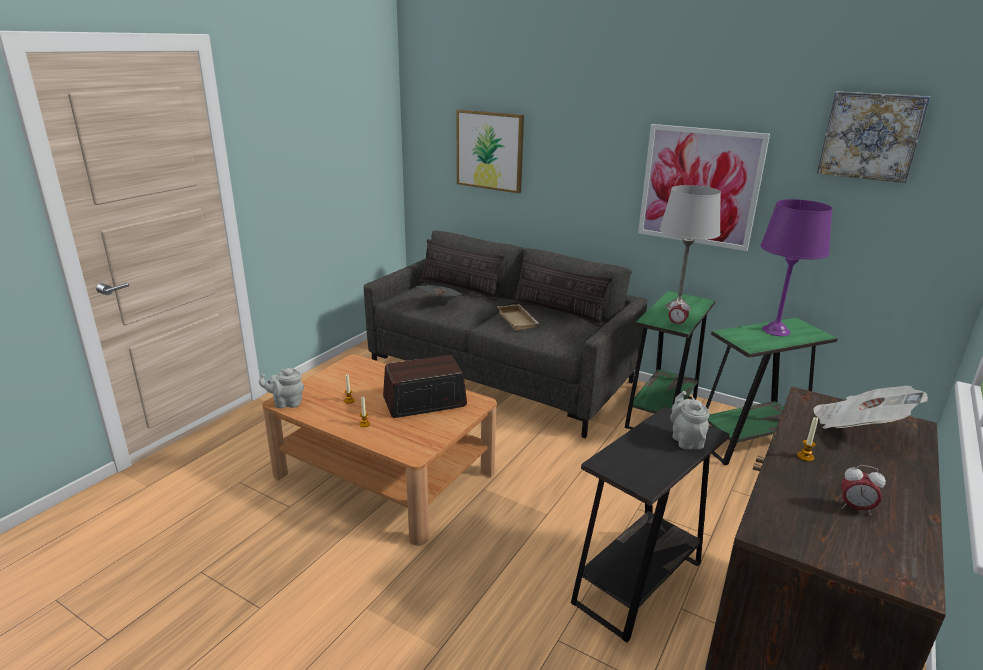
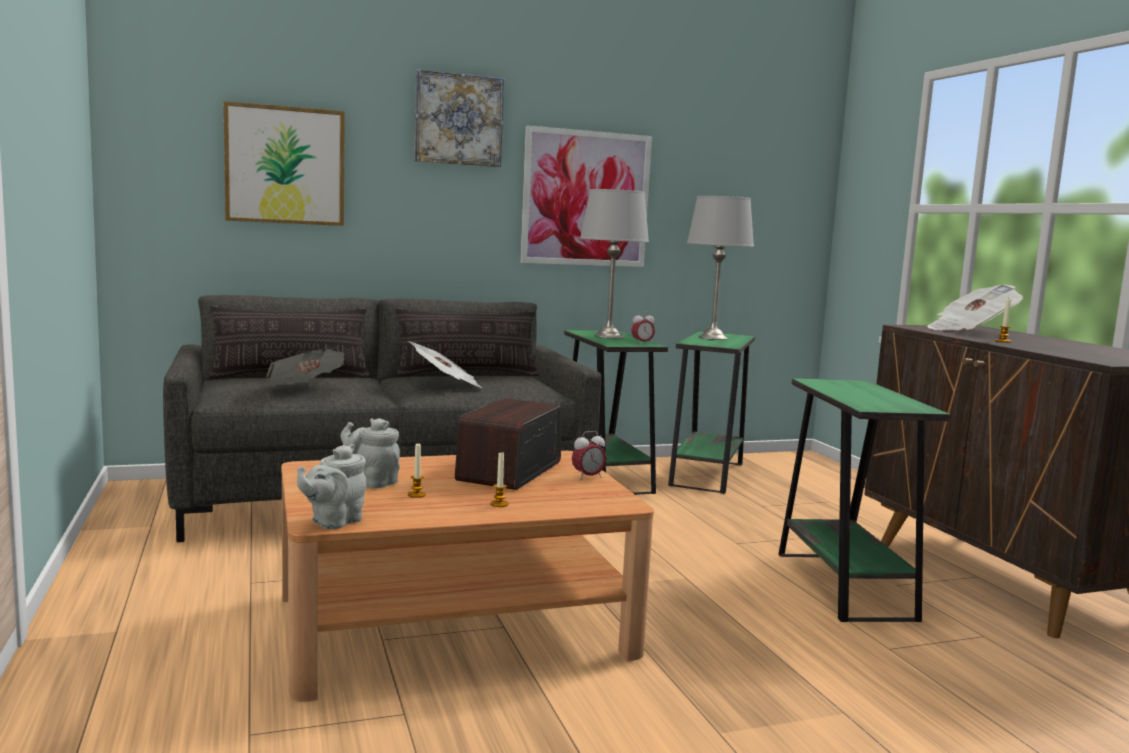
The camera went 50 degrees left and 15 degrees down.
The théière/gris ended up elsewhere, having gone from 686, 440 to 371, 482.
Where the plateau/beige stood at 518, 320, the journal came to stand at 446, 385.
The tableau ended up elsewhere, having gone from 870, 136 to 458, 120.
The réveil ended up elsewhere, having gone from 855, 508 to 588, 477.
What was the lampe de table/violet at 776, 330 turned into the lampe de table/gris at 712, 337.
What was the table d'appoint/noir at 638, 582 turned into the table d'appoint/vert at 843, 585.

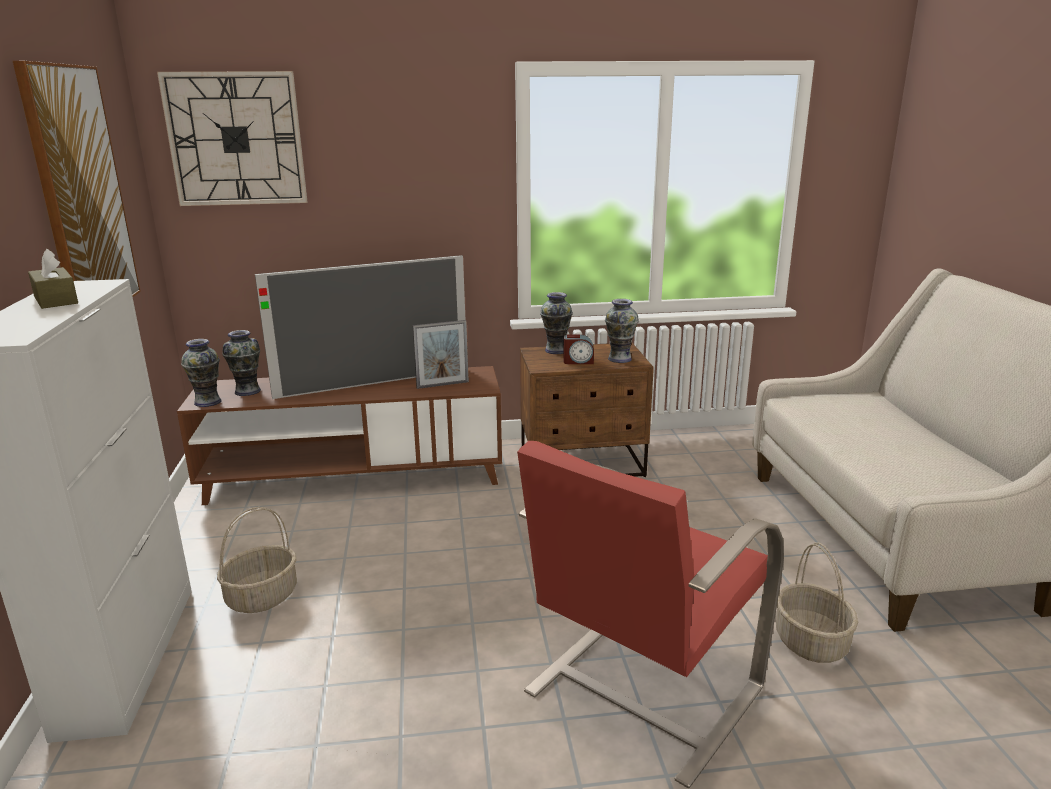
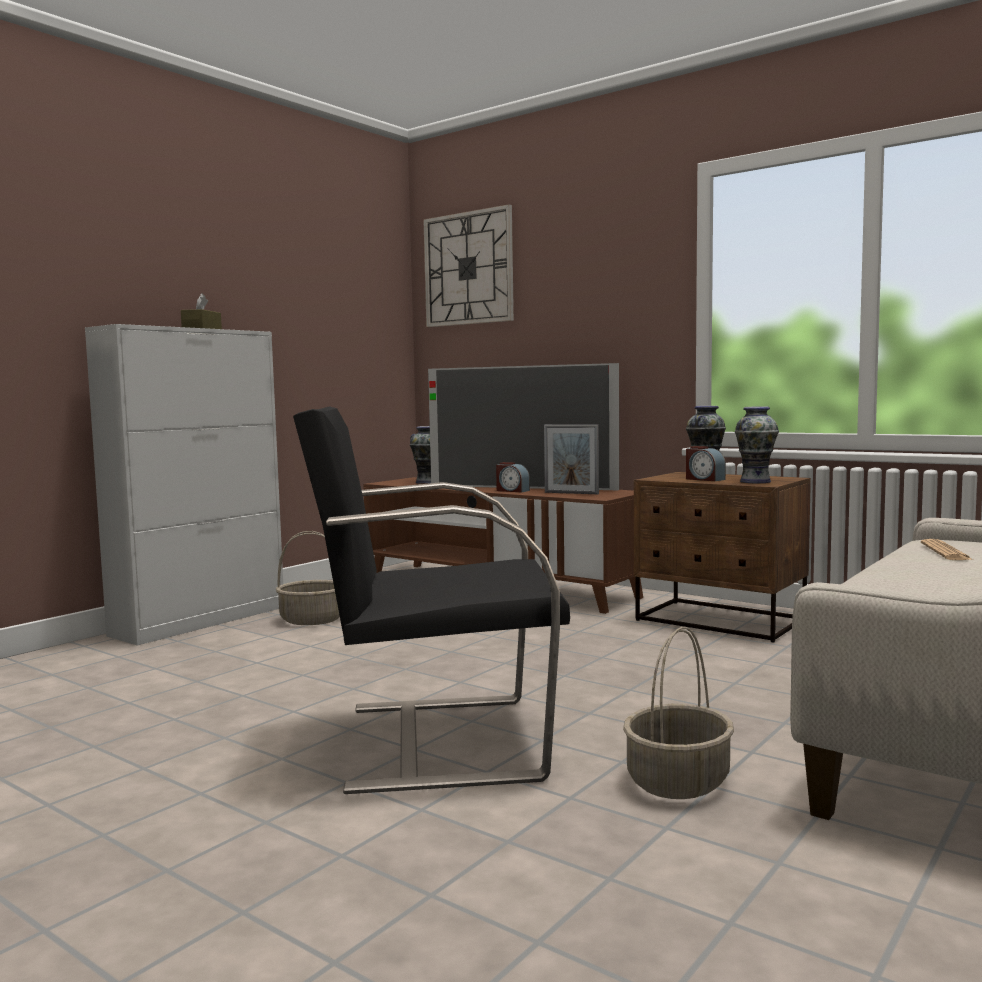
The camera went 45 degrees right and 15 degrees down.
What was the fauteuil/rouge at 641, 691 turned into the fauteuil/noir at 438, 741.
The second view gained the réveil at 512, 490.
The second view gained the journal at 945, 552.
The second view lost the tableau at 81, 194.
The second view lost the vase at 208, 402.

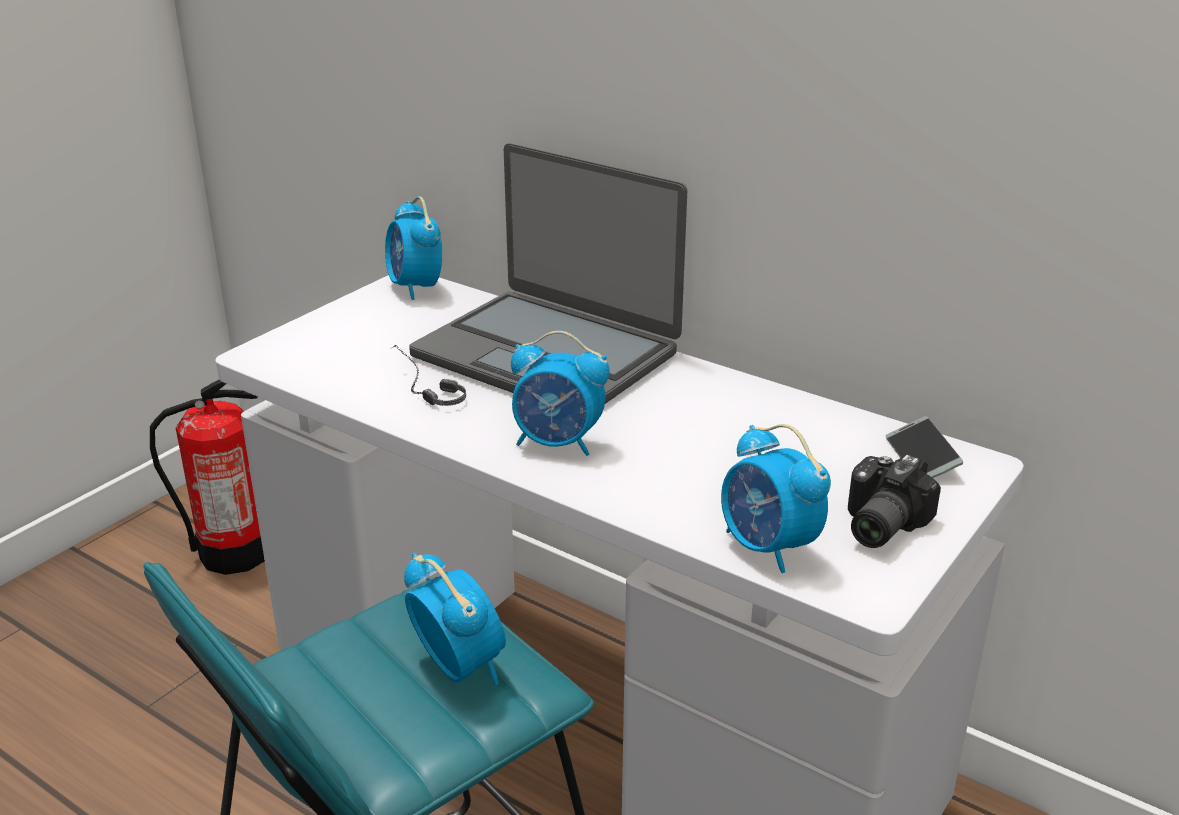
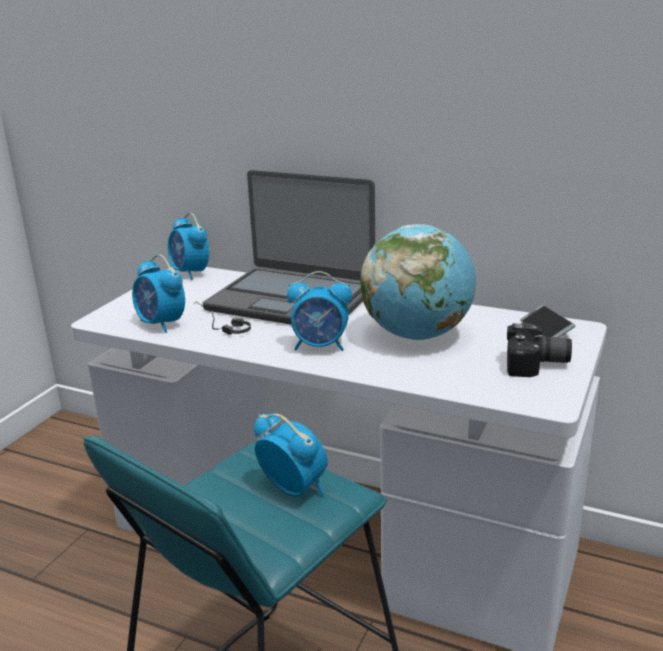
The camera went 10 degrees left and 5 degrees down.
The réveil ended up elsewhere, having gone from 768, 547 to 161, 324.
The second view gained the globe at 417, 335.
The appareil photo at 877, 524 ended up facing another way, 105 degrees counterclockwise from before.
The second view lost the extincteur at 234, 553.

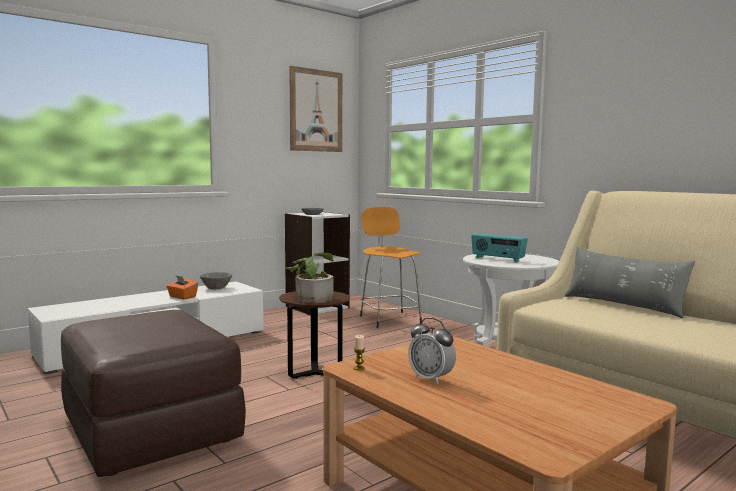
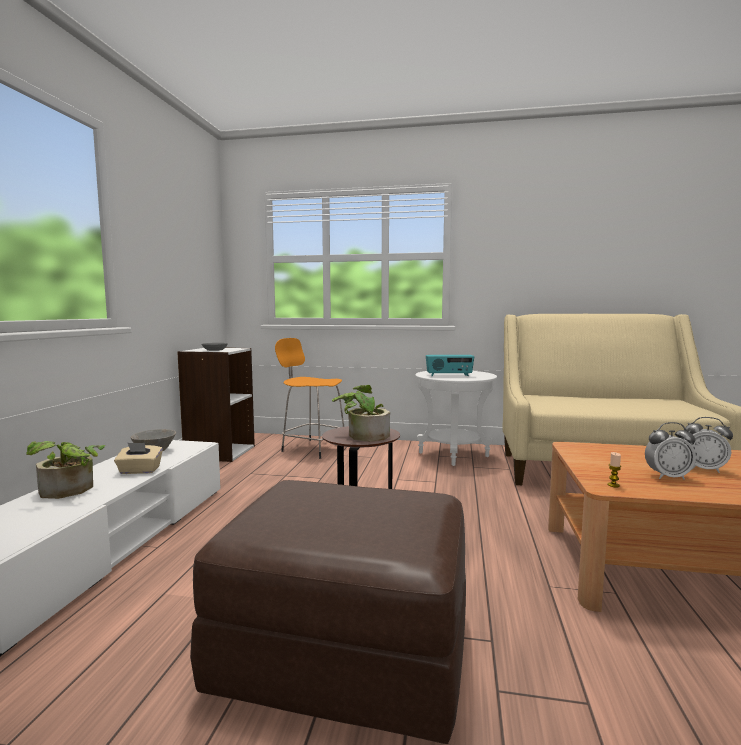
The camera went 40 degrees left and 0 degrees up.
The second view gained the plante en pot at 68, 491.
What was the boîte à mouchoirs/orange at 182, 297 turned into the boîte à mouchoirs/beige at 139, 471.
The second view gained the réveil at 704, 469.
The second view lost the tableau at 316, 110.
The second view lost the coussin/gris at 622, 305.

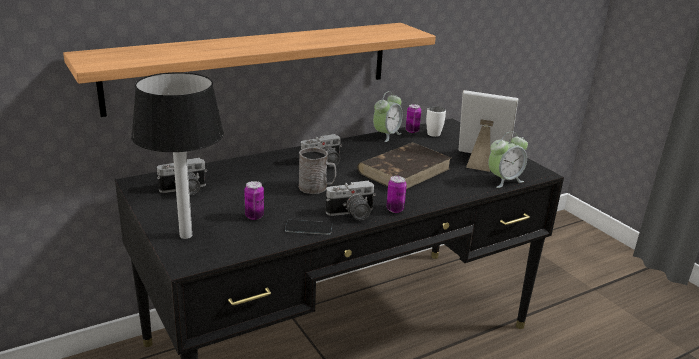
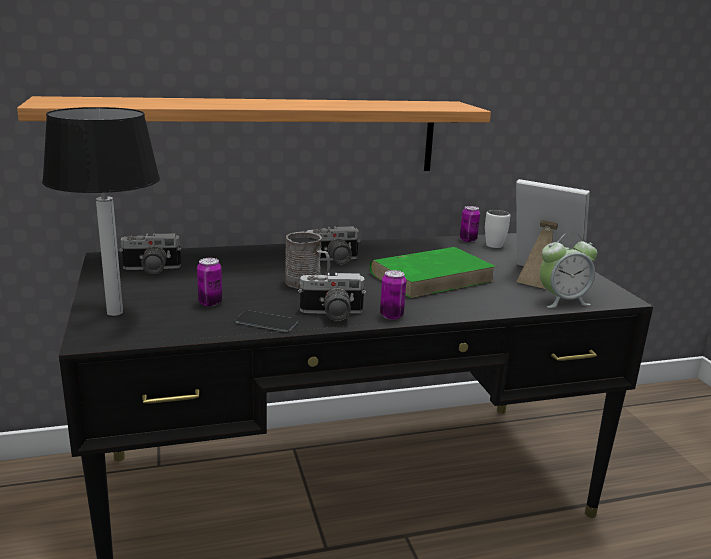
The camera went 15 degrees right and 5 degrees down.
What was the livre/marron at 404, 170 turned into the livre/vert at 432, 277.
The second view lost the réveil at 386, 135.

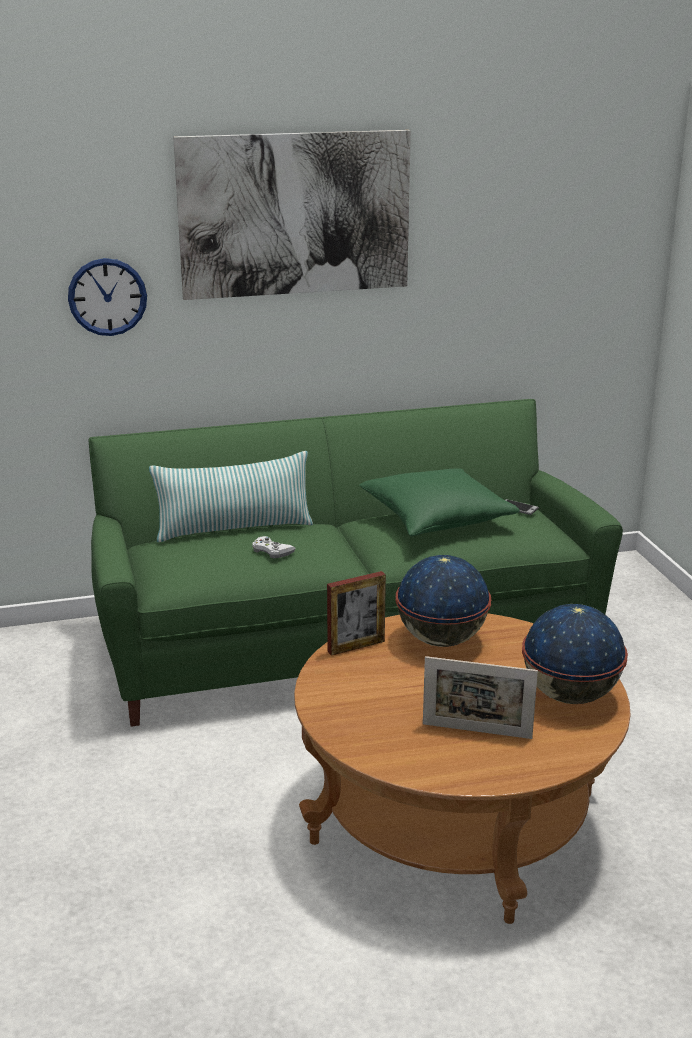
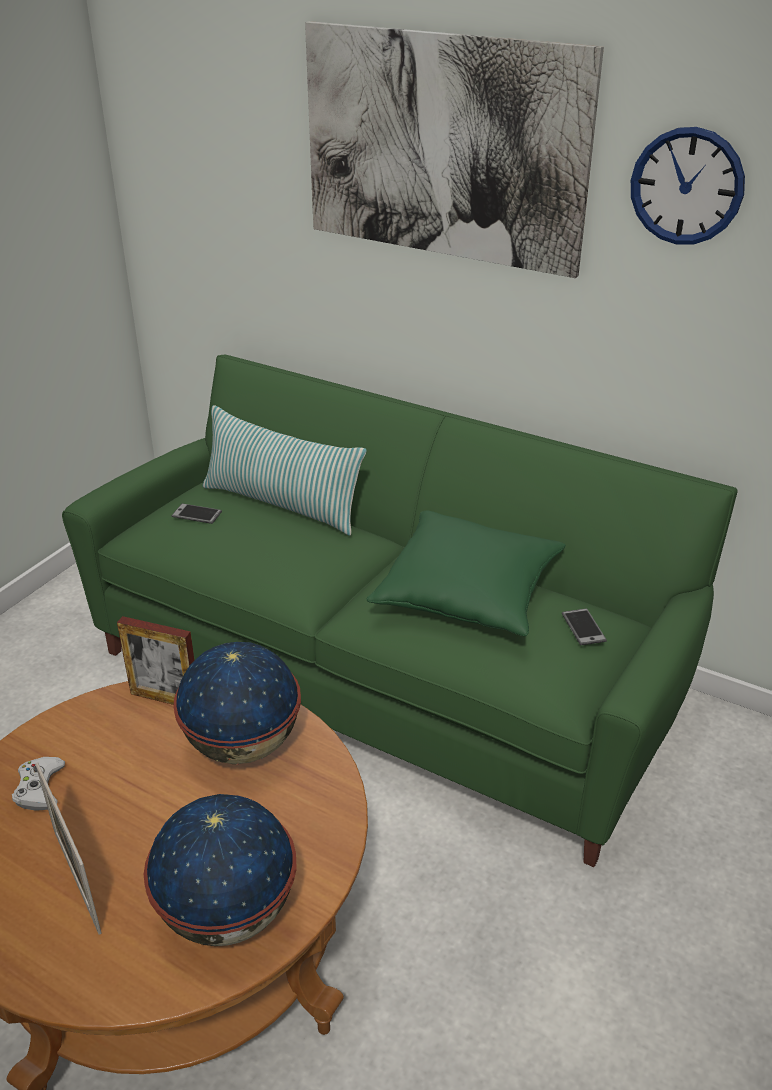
The camera went 45 degrees right and 10 degrees up.
The manette/blanc ended up elsewhere, having gone from 272, 551 to 39, 788.
The second view gained the téléphone at 197, 514.
The horloge murale ended up elsewhere, having gone from 107, 297 to 686, 186.

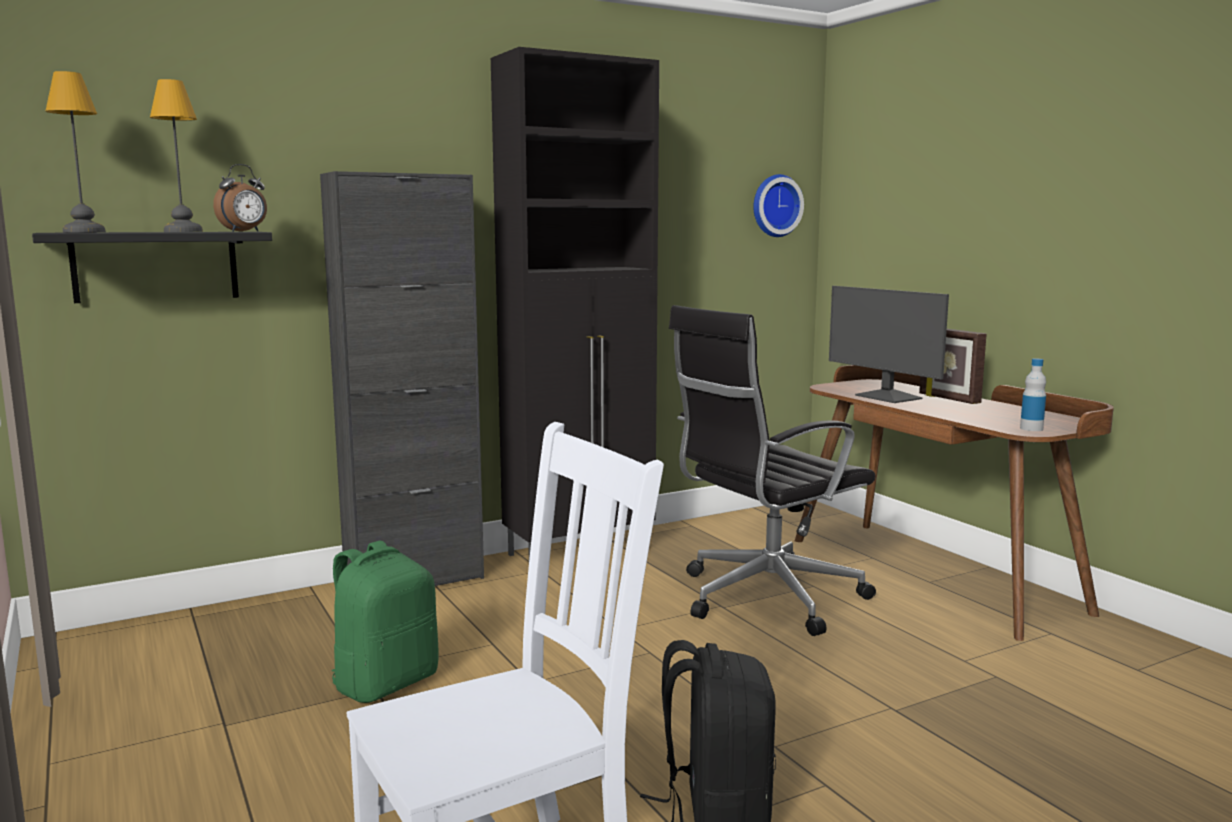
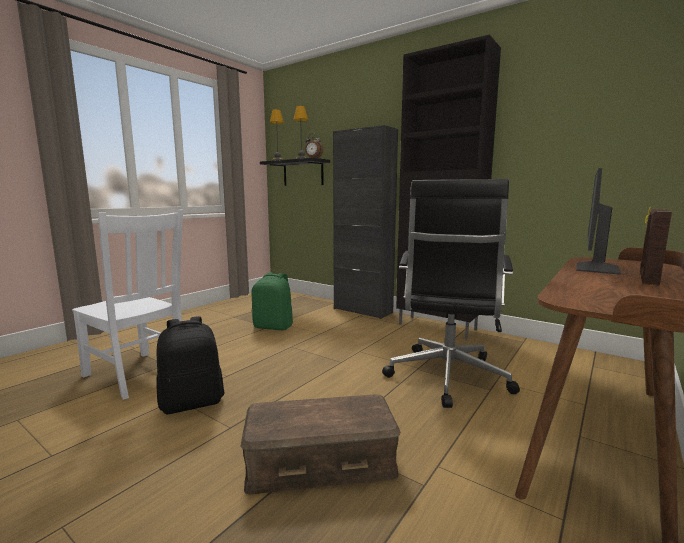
The camera went 65 degrees right and 0 degrees up.
The second view gained the boîte de rangement/marron at 320, 461.
The chaise de bureau/noir at 765, 597 ended up facing another way, 105 degrees counterclockwise from before.
The second view lost the horloge murale at 774, 206.
The second view lost the bouteille at 1031, 429.

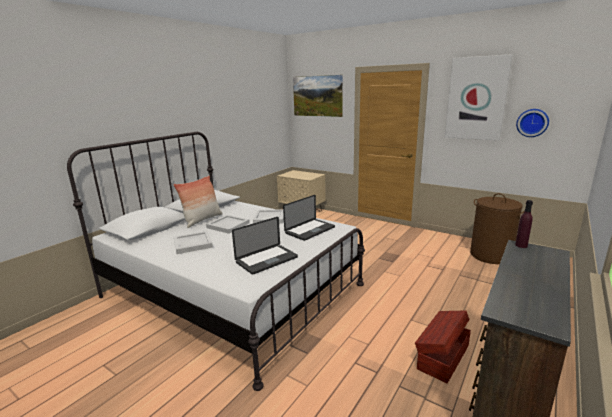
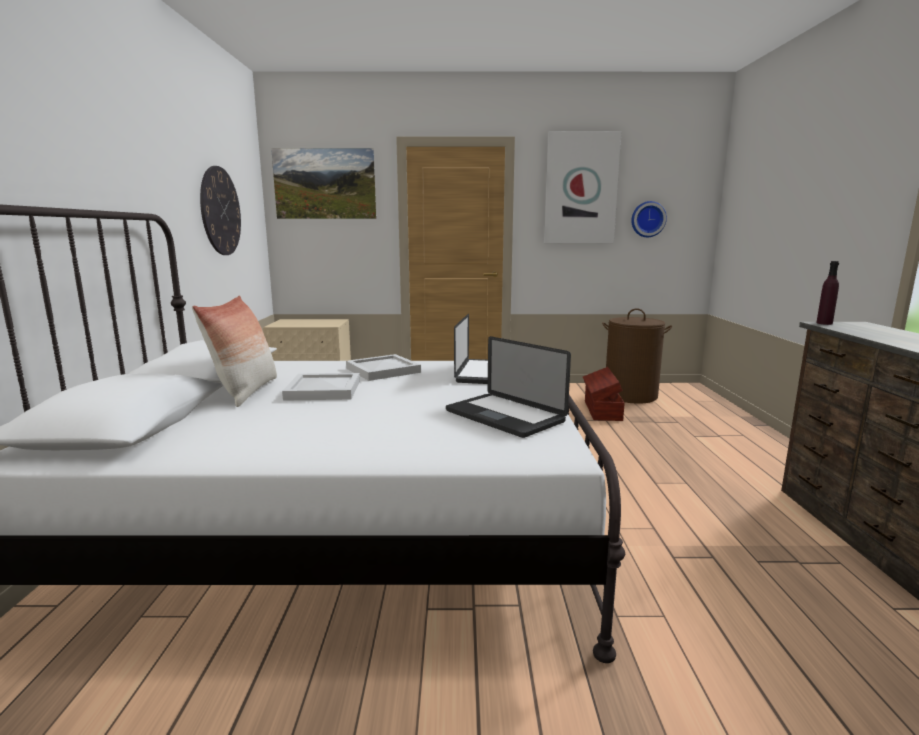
The camera went 35 degrees left and 5 degrees down.
The second view gained the horloge murale at 220, 211.
The ordinateur portable at 267, 260 ended up facing another way, 120 degrees clockwise from before.
The boîte de rangement/marron ended up elsewhere, having gone from 442, 357 to 601, 410.
The second view lost the plateau/blanc at 192, 244.

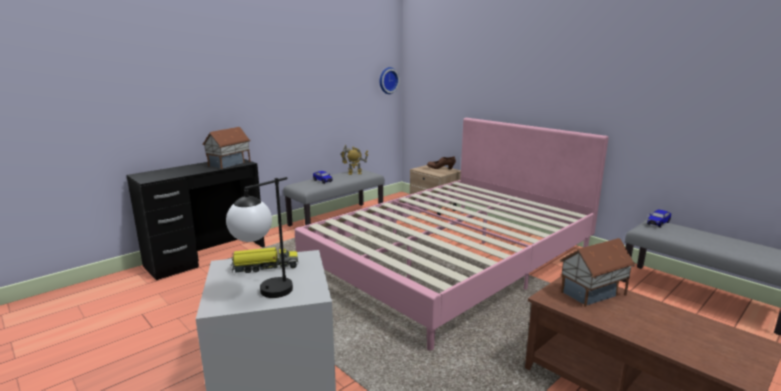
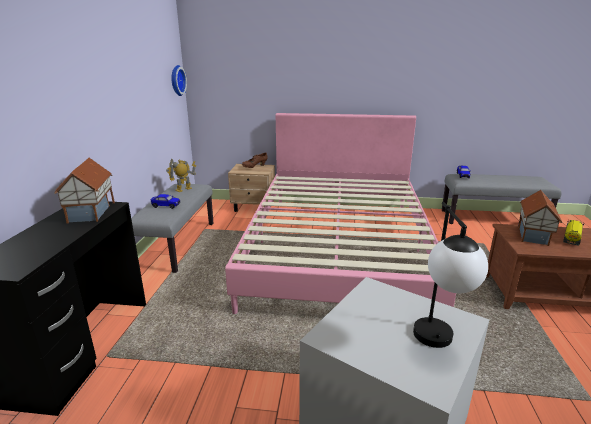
The camera went 40 degrees left and 5 degrees up.
The camion jouet ended up elsewhere, having gone from 265, 267 to 572, 237.

